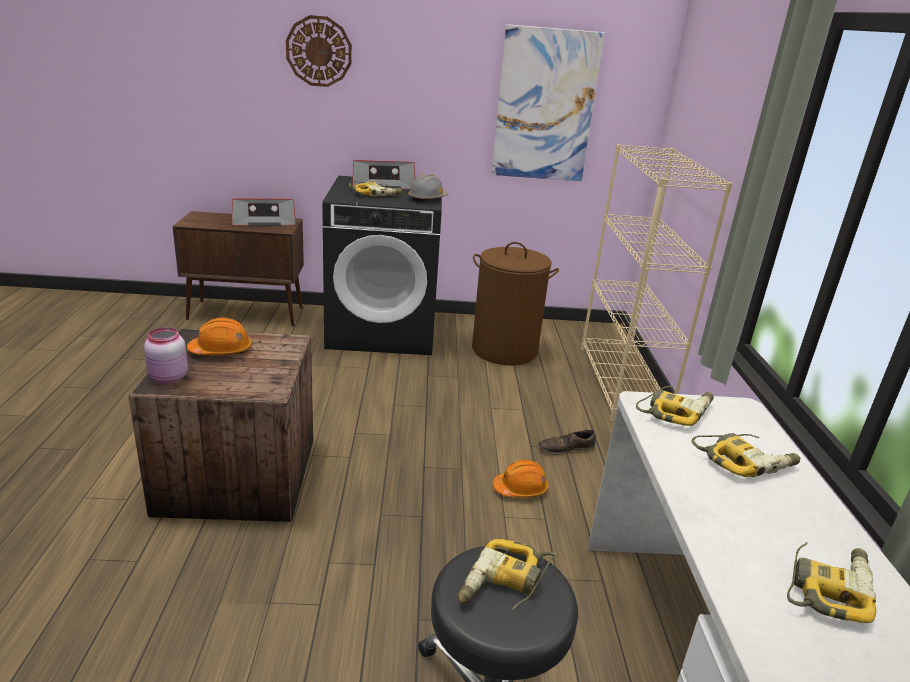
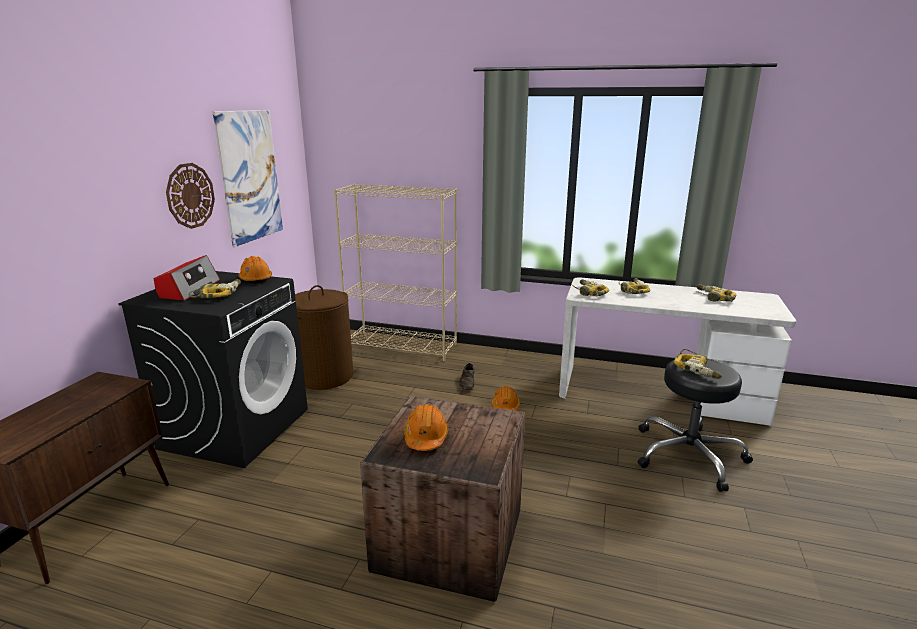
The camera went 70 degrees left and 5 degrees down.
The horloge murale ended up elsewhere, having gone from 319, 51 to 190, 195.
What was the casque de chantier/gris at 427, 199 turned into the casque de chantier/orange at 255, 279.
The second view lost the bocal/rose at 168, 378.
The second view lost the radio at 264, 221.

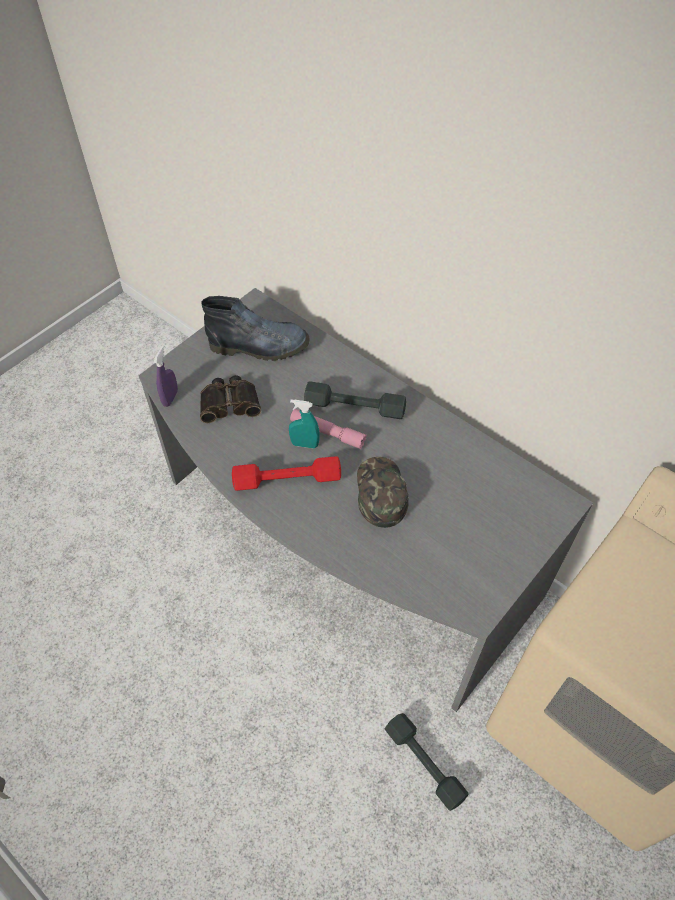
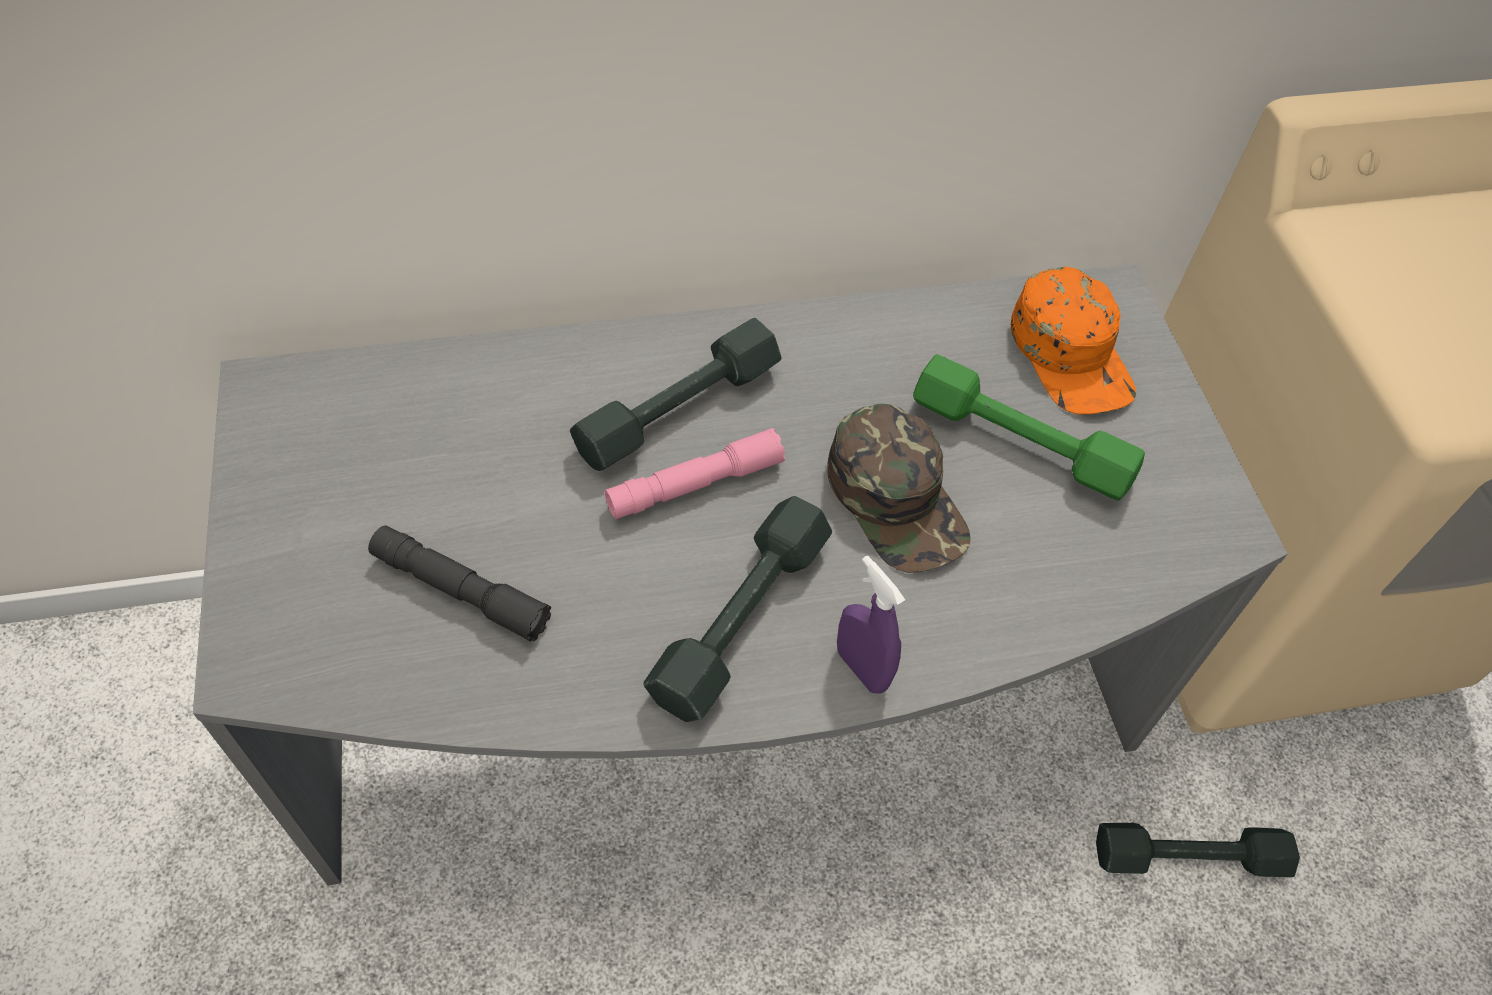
The camera went 55 degrees left and 0 degrees up.
Where the jumelles stood at 230, 403, the lampe de poche/gris came to stand at 460, 591.
What was the haltère/rouge at 287, 479 turned into the haltère/gris at 740, 617.
The casquette/vert at 380, 493 ended up facing another way, 150 degrees counterclockwise from before.
The vaporisateur/violet ended up elsewhere, having gone from 170, 398 to 861, 668.
The second view gained the haltère/vert at 1019, 442.
The second view gained the casquette/orange at 1072, 354.
The second view lost the botte at 260, 346.
The second view lost the vaporisateur/turquoise at 304, 444.

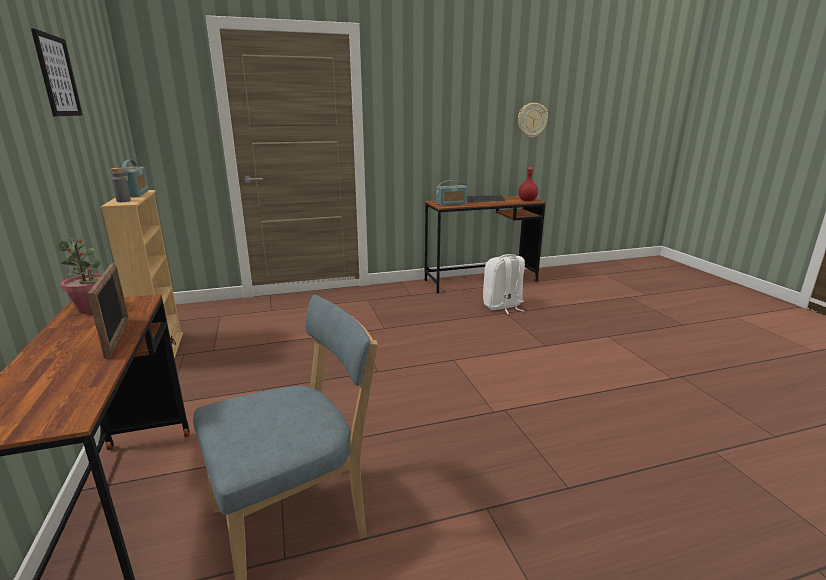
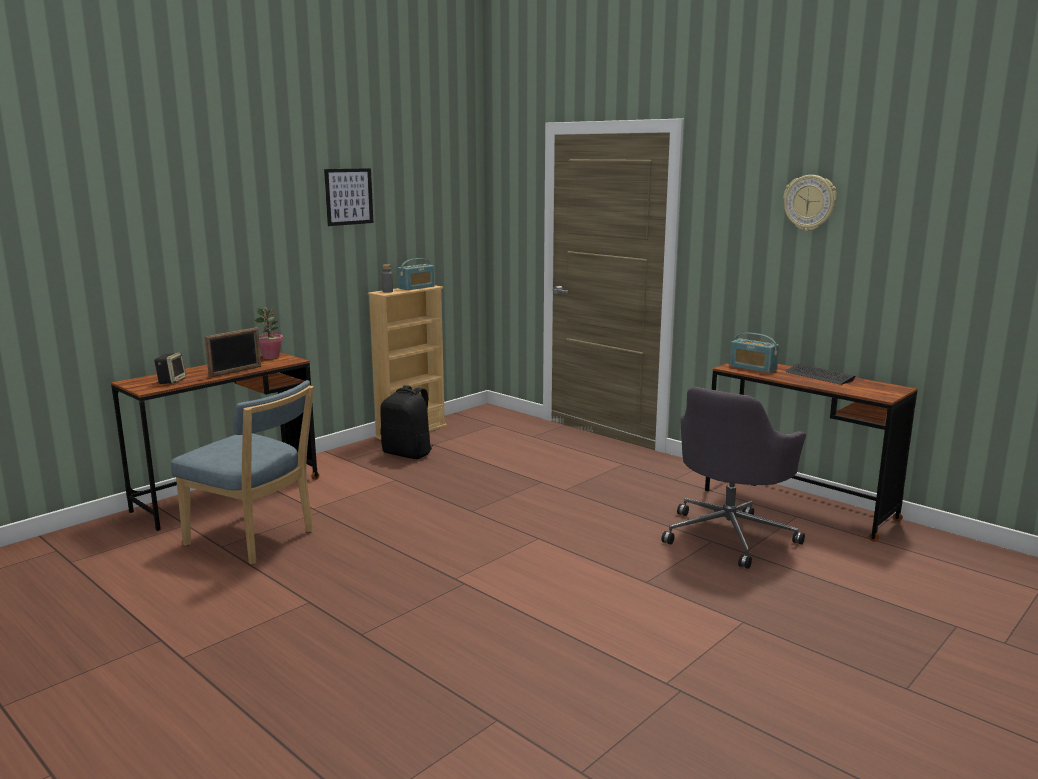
The camera went 60 degrees right and 5 degrees down.
The second view gained the enceinte at 171, 381.
The second view gained the sac à dos/noir at 408, 453.
Where the sac à dos/blanc stood at 502, 306, the chaise de bureau/gris came to stand at 729, 535.
The horloge murale ended up elsewhere, having gone from 532, 120 to 810, 202.
The second view lost the bouteille/rouge at 527, 200.

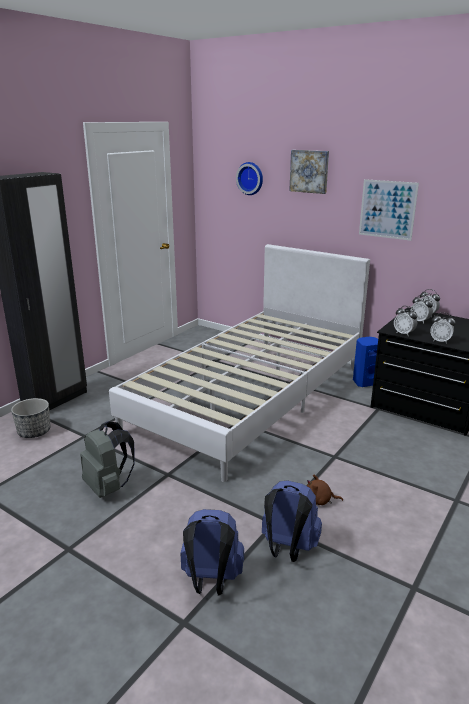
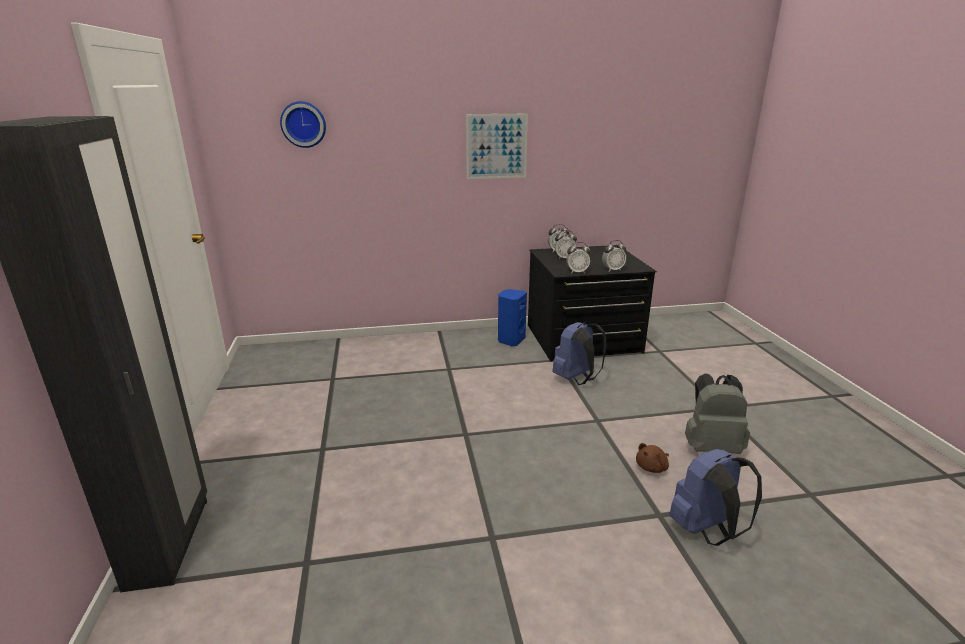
The camera went 45 degrees left and 0 degrees up.
The sac à dos/bleu ended up elsewhere, having gone from 211, 581 to 576, 379.
The sac à dos/gris ended up elsewhere, having gone from 108, 487 to 711, 447.
The second view lost the cache-pot at 34, 432.
The second view lost the lit/blanc at 251, 397.
The second view lost the tableau at 309, 171.

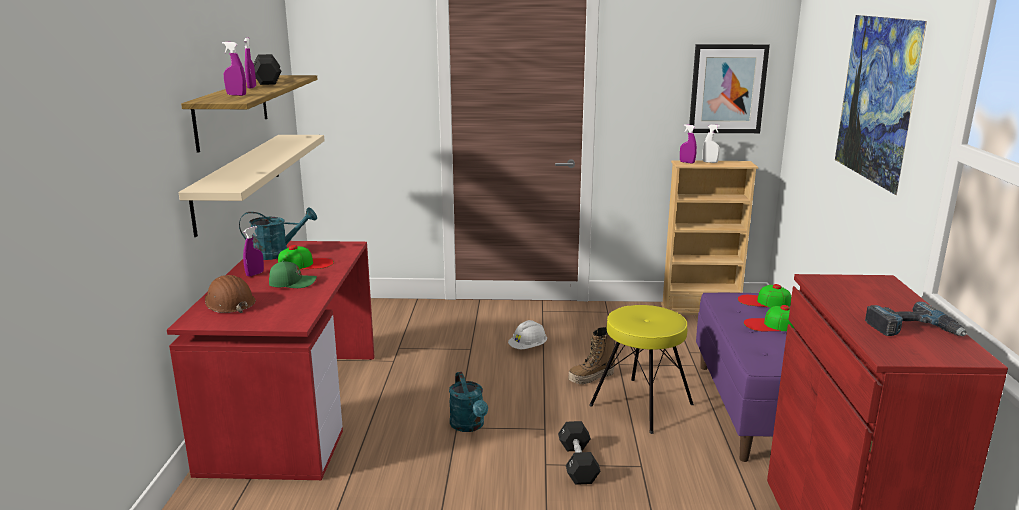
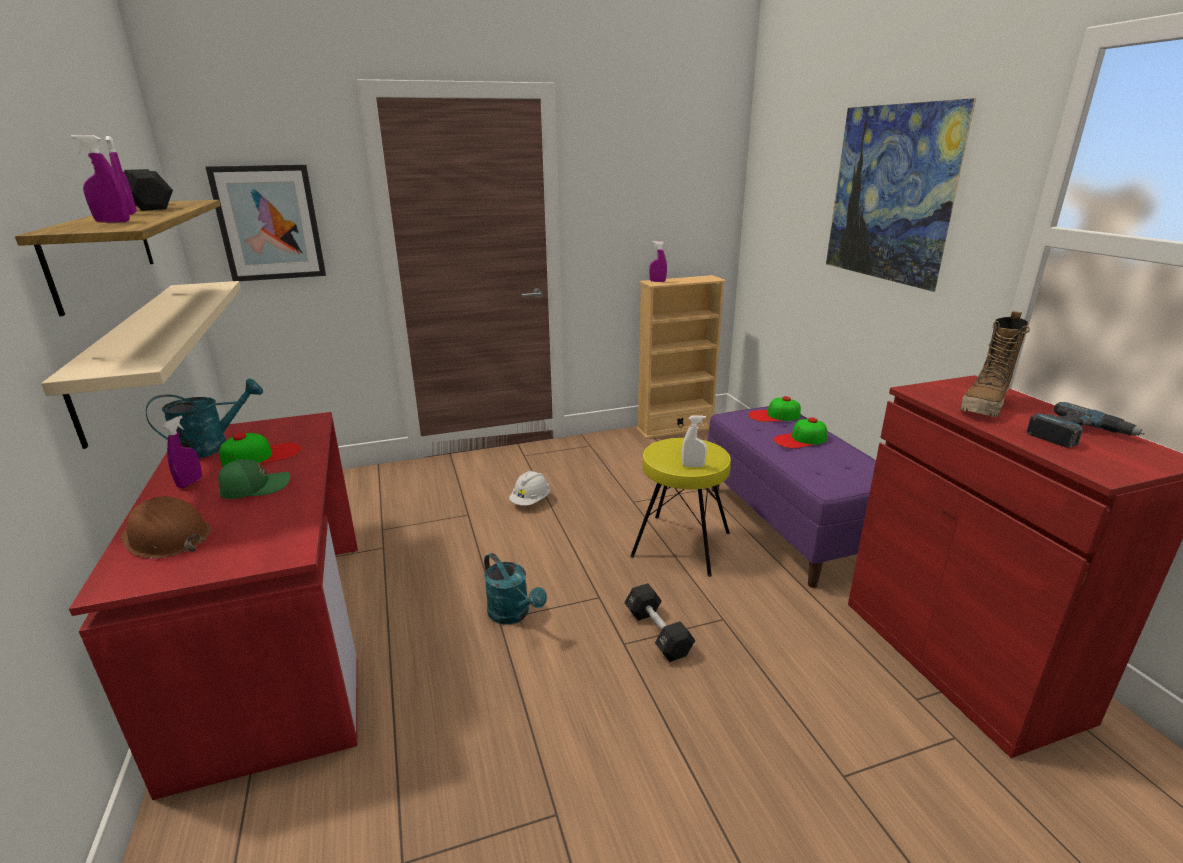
The camera went 20 degrees left and 5 degrees up.
The tableau ended up elsewhere, having gone from 727, 89 to 269, 223.
The vaporisateur/blanc ended up elsewhere, having gone from 710, 162 to 693, 466.
The botte ended up elsewhere, having gone from 591, 377 to 984, 406.

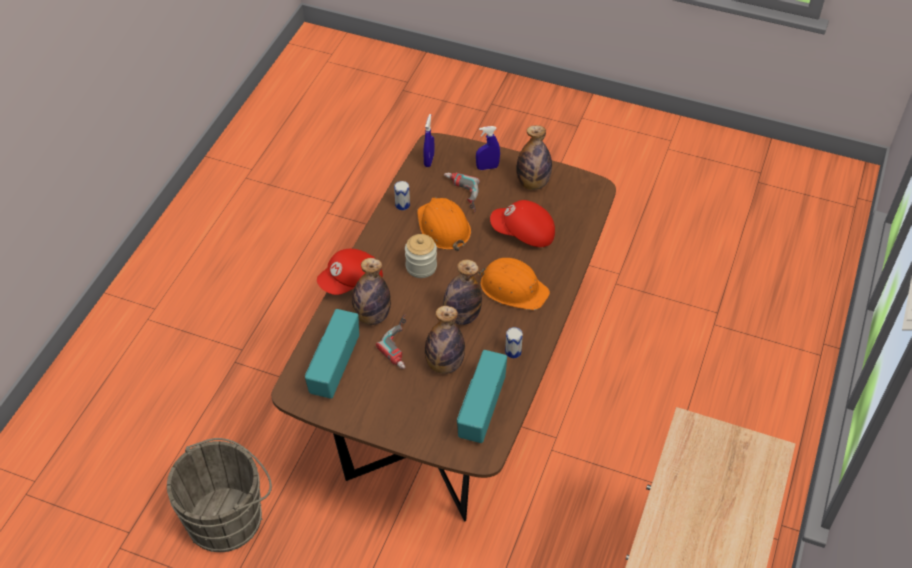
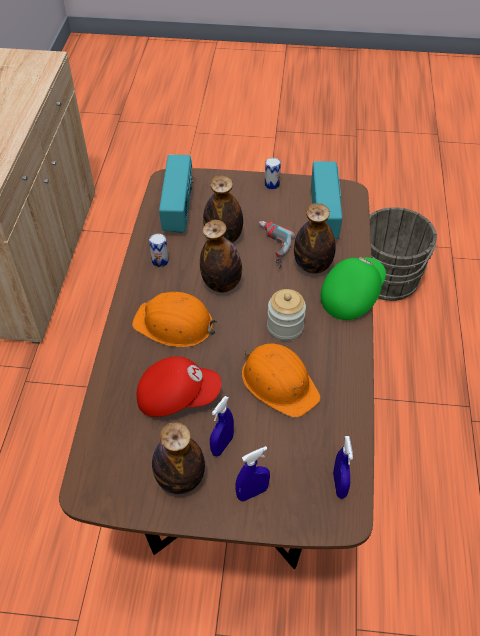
The camera went 165 degrees right and 0 degrees up.
The second view gained the vaporisateur/bleu at 222, 445.
The boîte métallique ended up elsewhere, having gone from 402, 205 to 272, 184.
What was the casquette/rouge at 352, 282 turned into the casquette/vert at 351, 295.
The second view lost the perceuse at 459, 194.

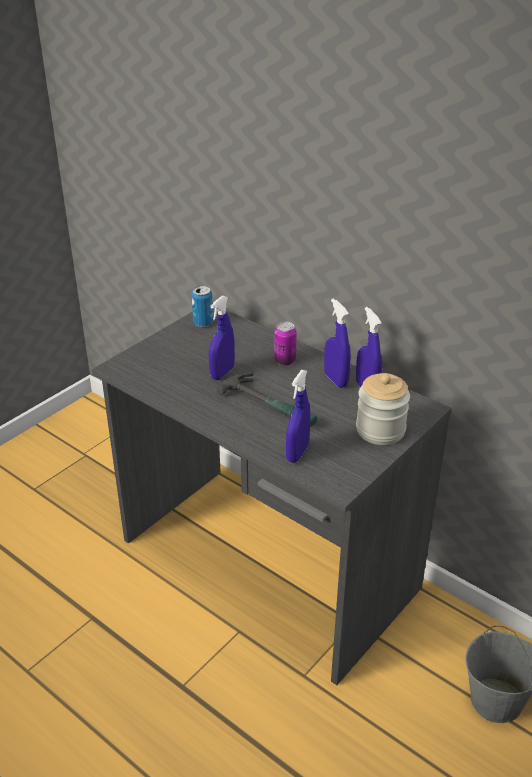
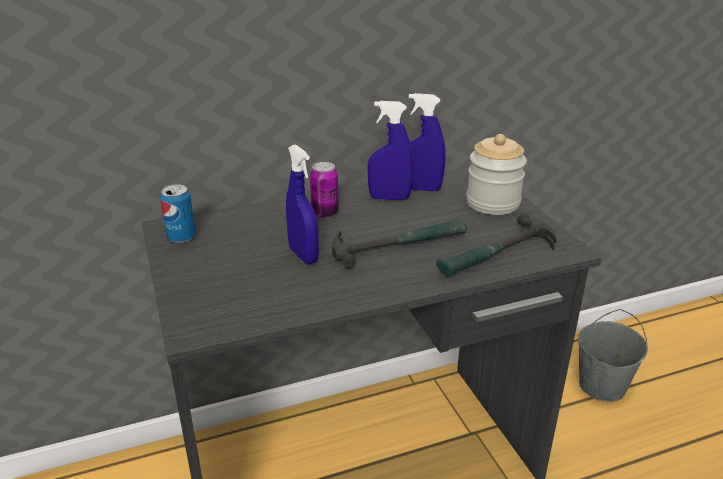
The camera went 60 degrees left and 5 degrees down.
Where the vaporisateur/bleu stood at 297, 453, the marteau came to stand at 497, 255.

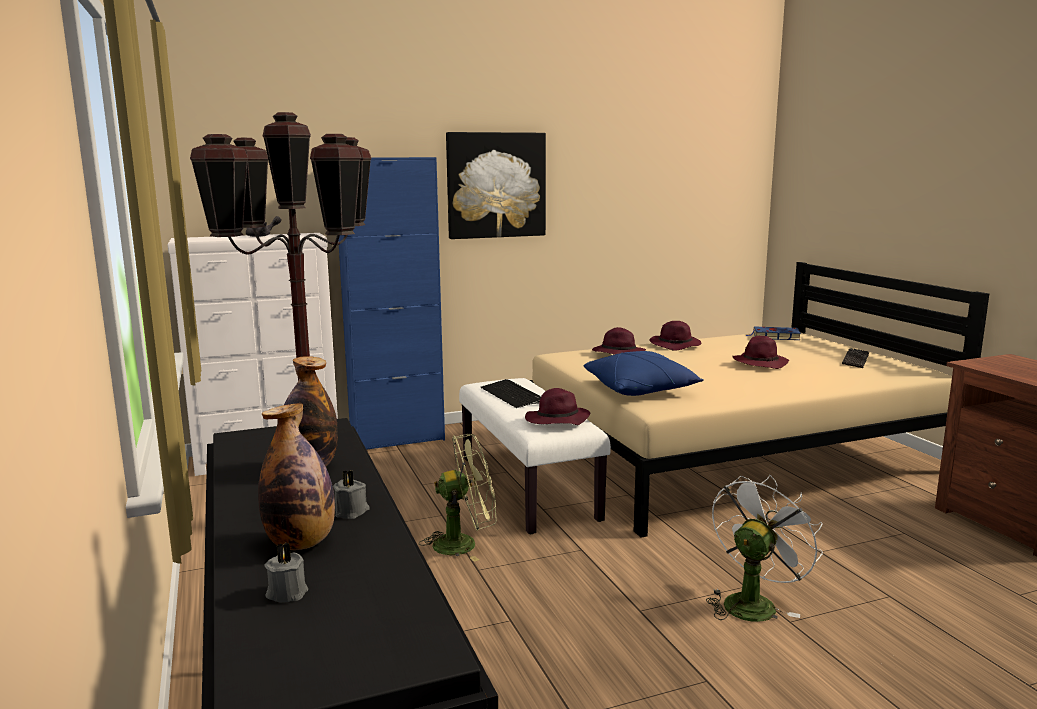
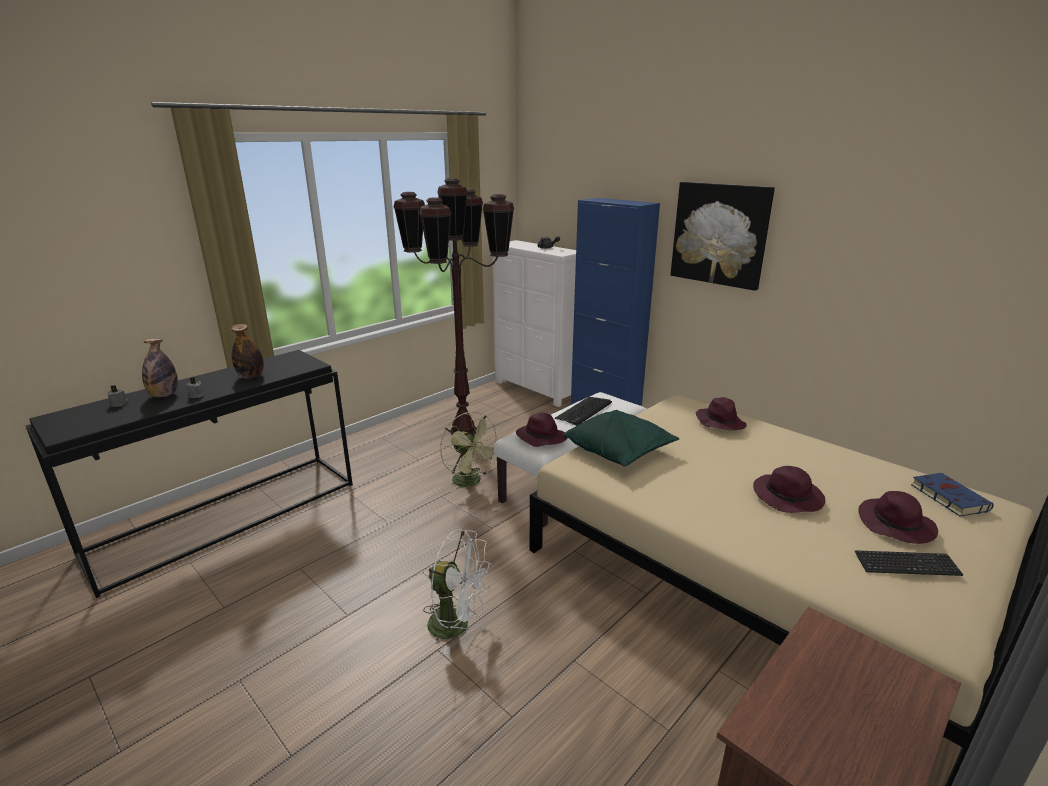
The camera went 65 degrees right and 10 degrees up.
What was the coussin/bleu at 641, 389 turned into the coussin/vert at 619, 451.
The chapeau/violet ended up elsewhere, having gone from 676, 345 to 896, 525.

